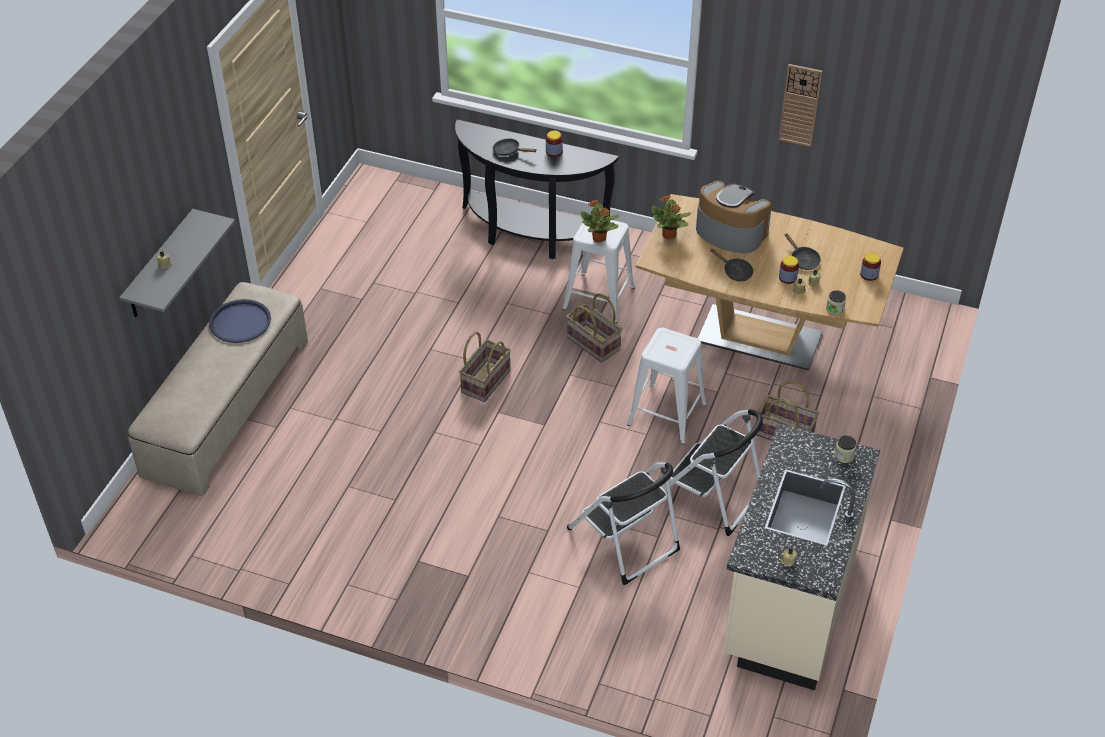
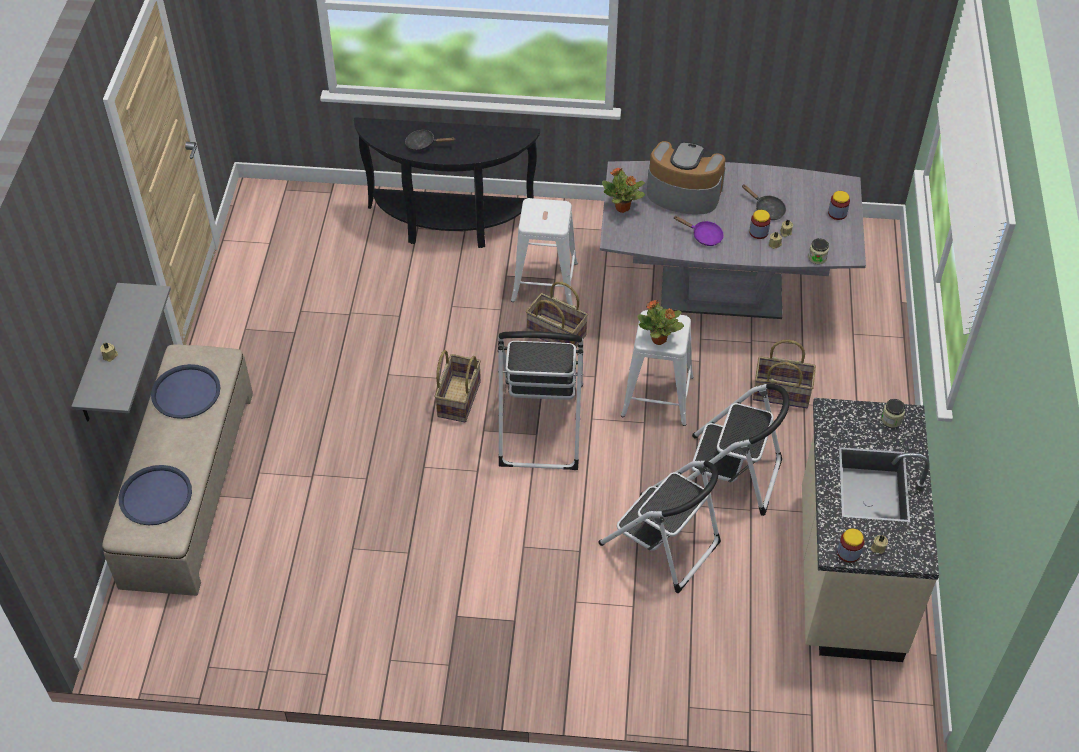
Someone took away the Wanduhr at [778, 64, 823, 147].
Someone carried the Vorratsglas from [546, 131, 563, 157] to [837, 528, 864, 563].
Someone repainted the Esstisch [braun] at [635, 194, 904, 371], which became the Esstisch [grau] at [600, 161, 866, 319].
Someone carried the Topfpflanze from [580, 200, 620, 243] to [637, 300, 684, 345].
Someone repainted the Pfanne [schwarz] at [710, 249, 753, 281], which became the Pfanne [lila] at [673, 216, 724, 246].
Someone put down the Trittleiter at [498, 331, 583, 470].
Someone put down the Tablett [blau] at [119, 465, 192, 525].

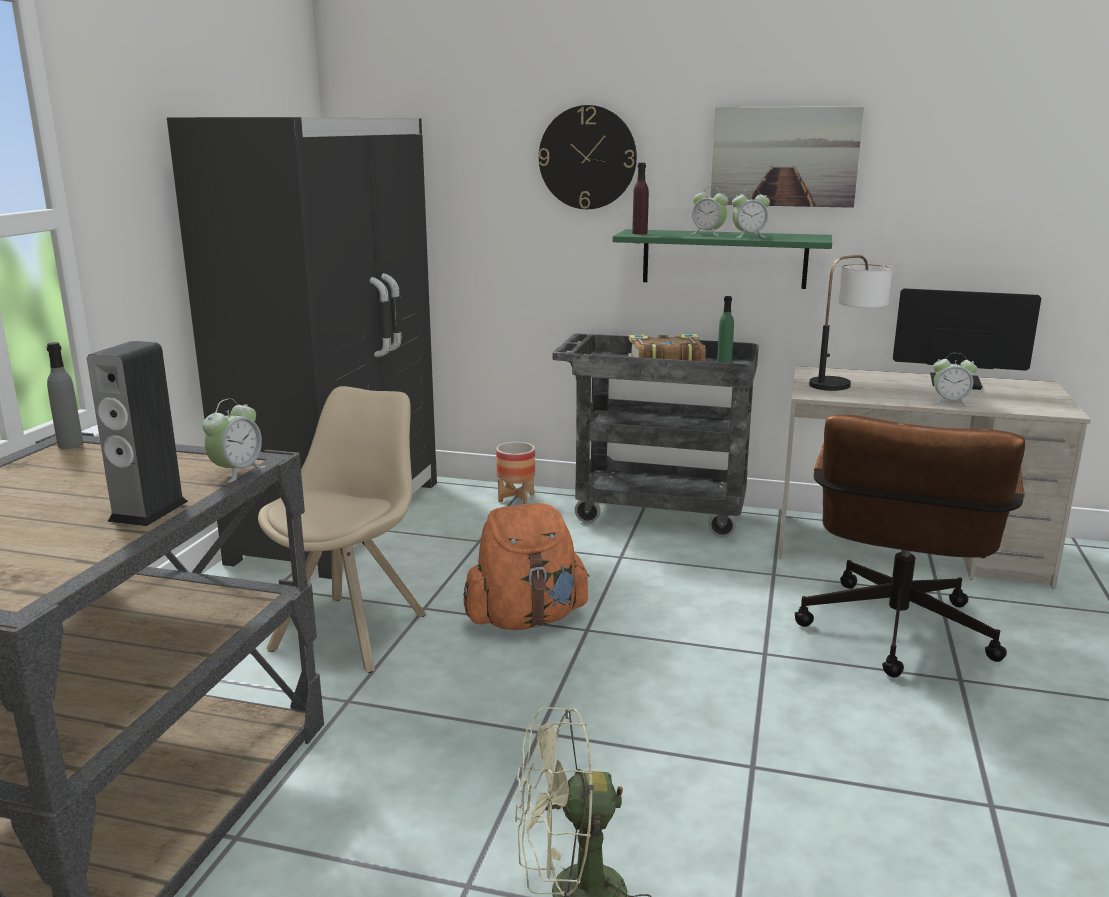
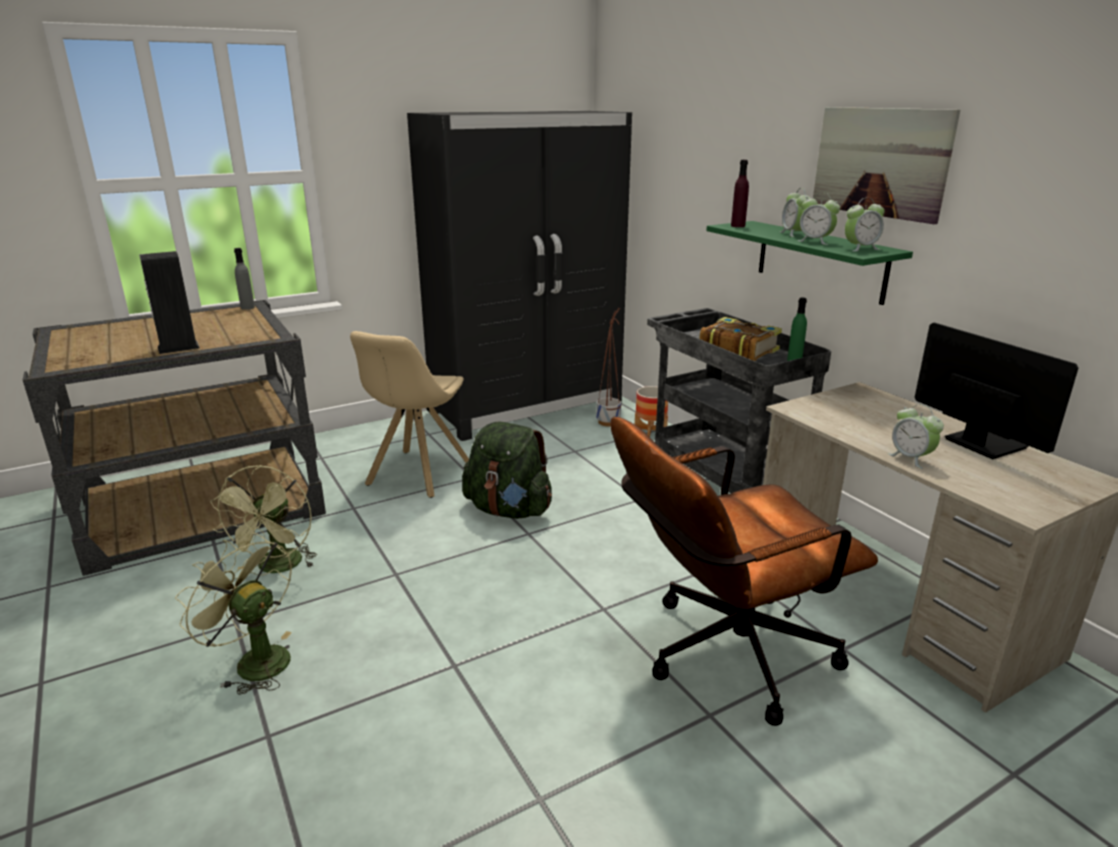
Someone took away the Wanduhr at [539, 105, 637, 209].
Someone took away the Tischlampe at [809, 255, 893, 391].
Someone rotated the Stuhl [beige] at [258, 386, 427, 673] by 135 degrees clockwise.
Someone carried the Wecker from [202, 399, 266, 483] to [845, 198, 885, 252].
Someone repainted the Rucksack [orange] at [463, 503, 590, 630], which became the Rucksack [grün] at [462, 422, 552, 519].
Someone put down the Pflanzkübel at [596, 307, 621, 427].
Someone put down the Ventilator [grün] at [210, 465, 317, 573].

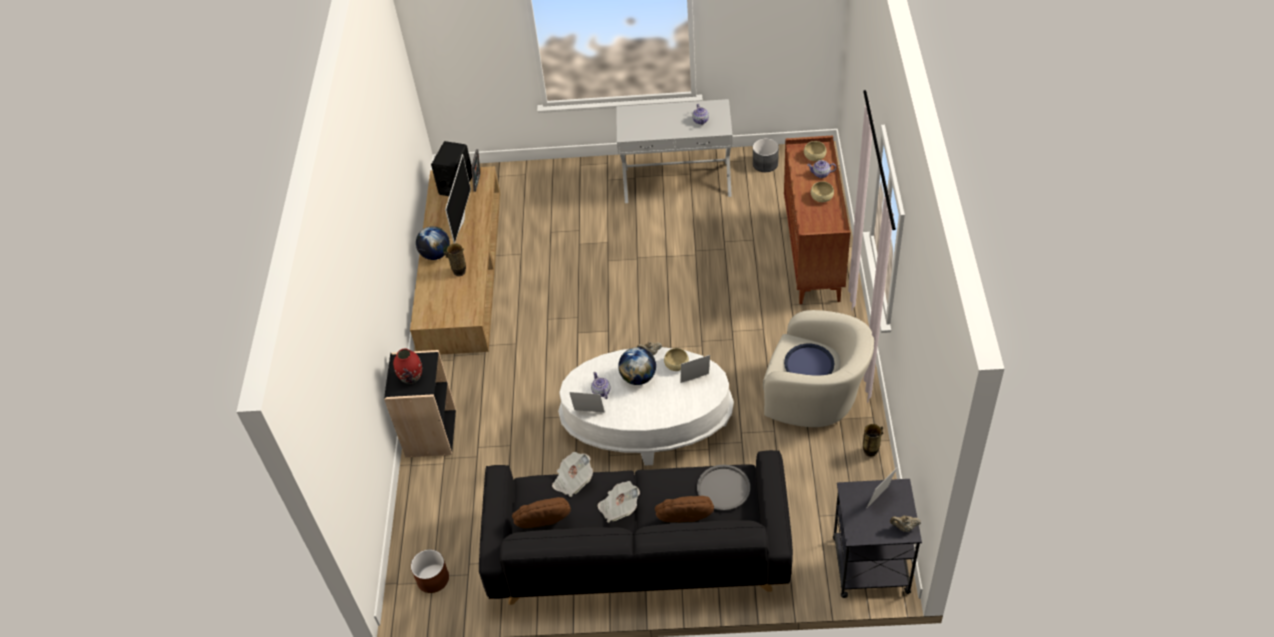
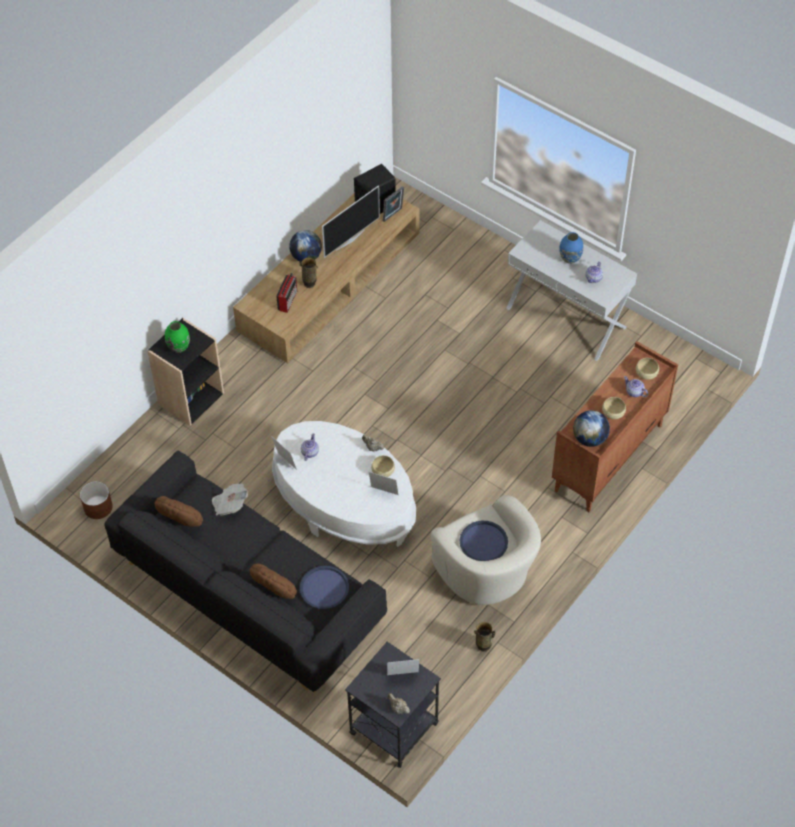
Someone took away the Pflanzkübel [grau] at [753, 138, 779, 172].
Someone carried the Globus from [618, 347, 656, 385] to [573, 410, 610, 447].
Someone repainted the Vase [rot] at [393, 348, 422, 384], which became the Vase [grün] at [165, 321, 190, 353].
Someone repainted the Tablett [grau] at [697, 464, 750, 511], which became the Tablett [blau] at [300, 566, 349, 609].
Someone took away the Zeitung at [597, 481, 640, 523].
Someone put down the Vase [blau] at [559, 232, 583, 264].
Someone put down the Radio at [276, 273, 297, 313].

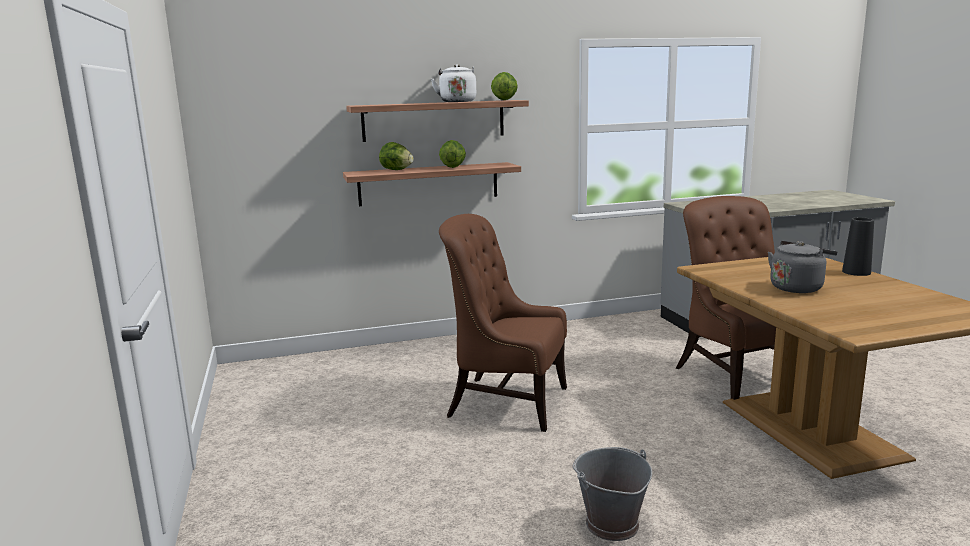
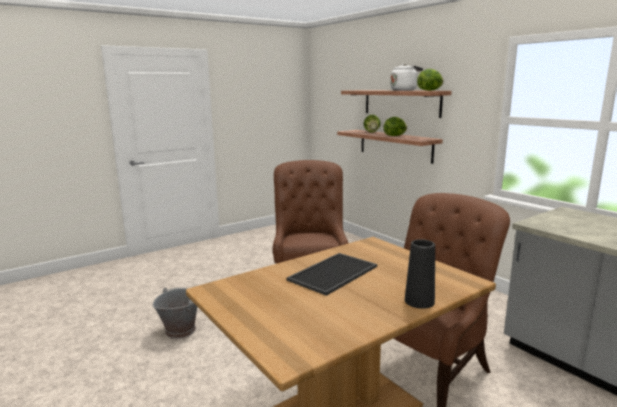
Someone swapped the Wasserkessel [grau] at [768, 241, 838, 293] for the Tablett at [287, 253, 377, 296].

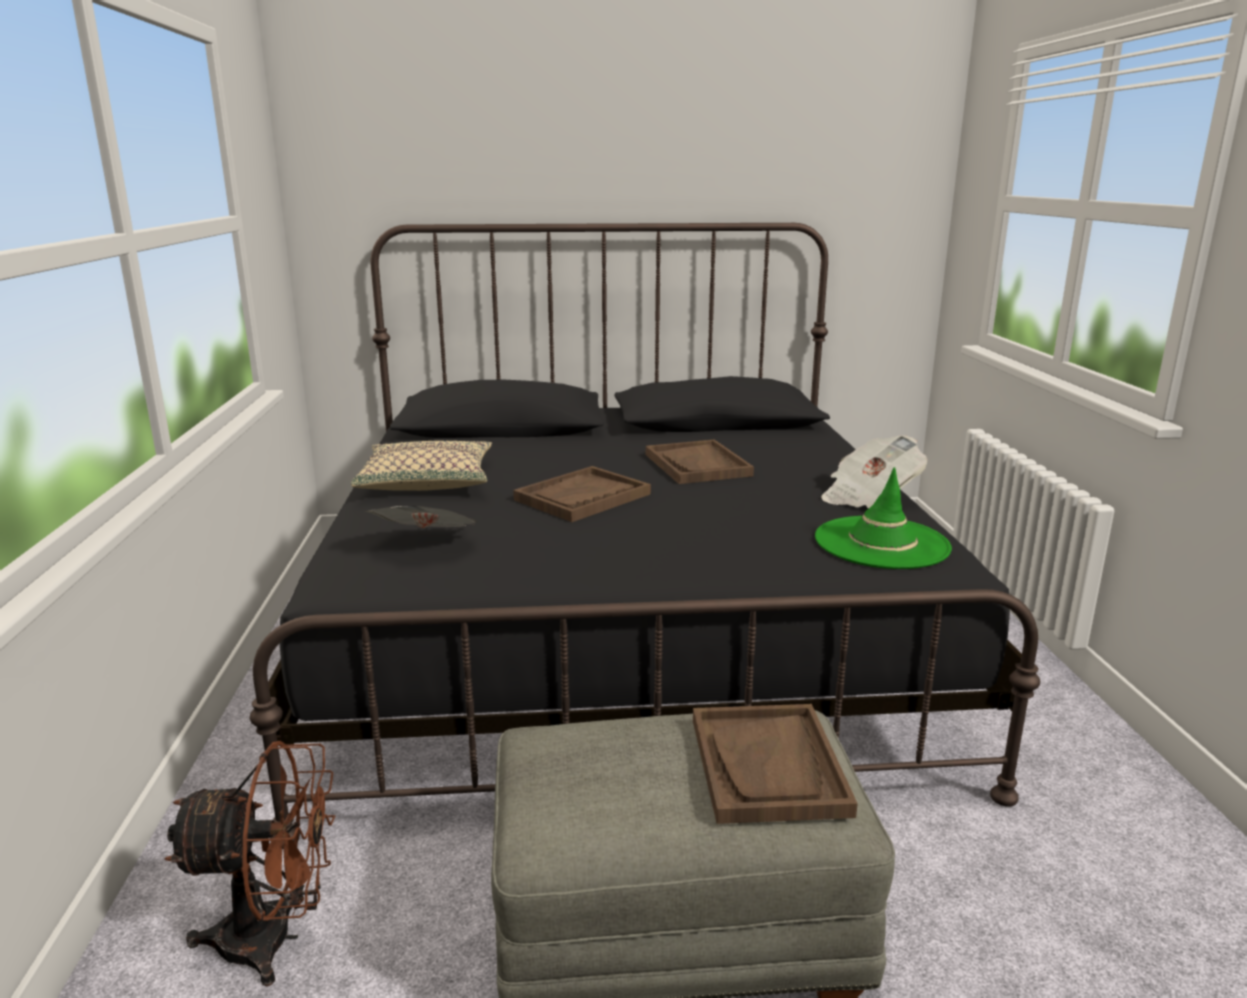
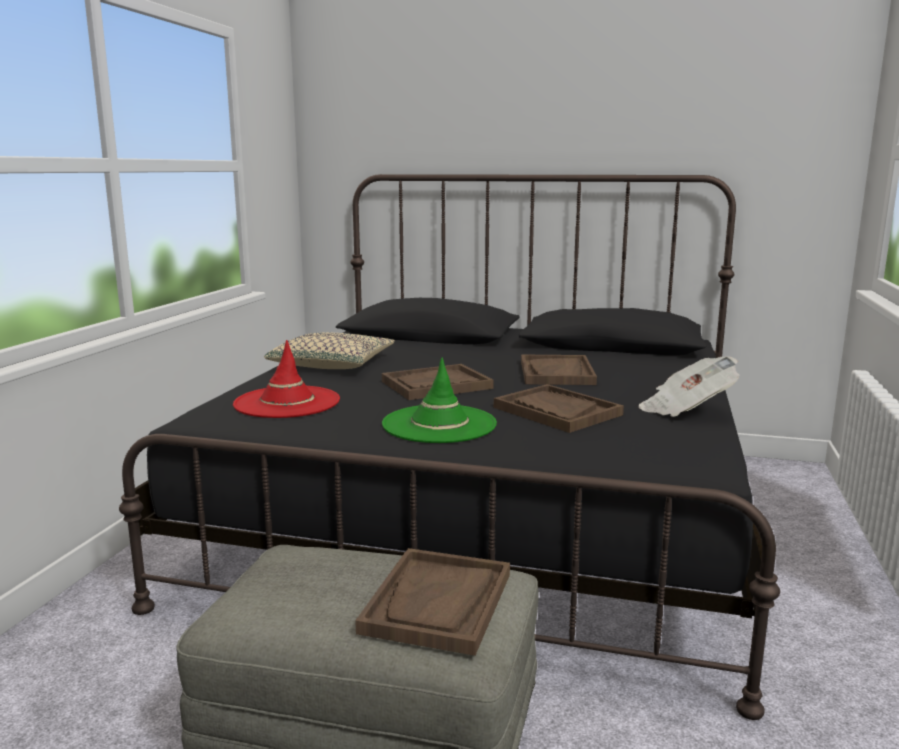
Someone carried the Hut [grün] from [815, 467, 952, 569] to [382, 358, 497, 443].
Someone swapped the Zeitung at [365, 506, 476, 528] for the Hut [rot] at [233, 340, 340, 418].
Someone took away the Ventilator [braun] at [164, 741, 335, 987].
Someone put down the Tablett [braun] at [494, 384, 624, 433].

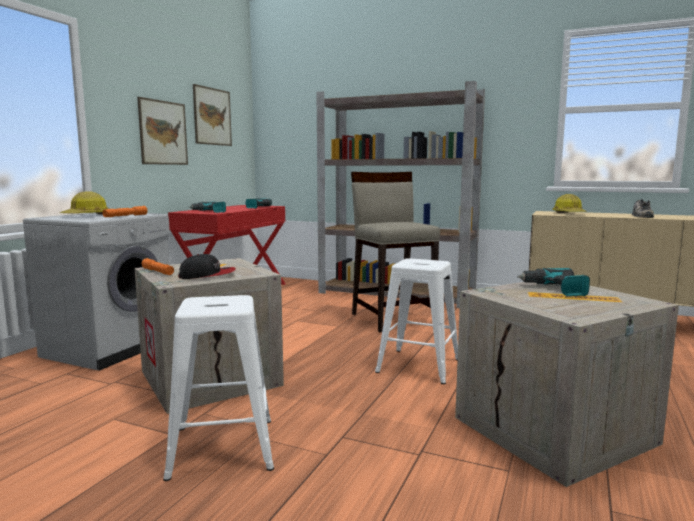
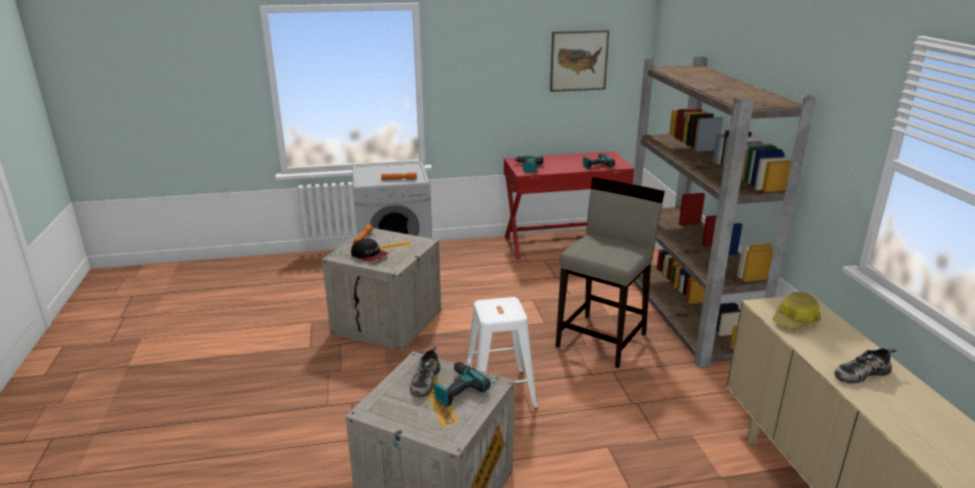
Someone took away the Bild at [137, 97, 188, 165].
Someone took away the Schutzhelm at [60, 191, 108, 215].
Someone took away the Hocker [weiß] at [163, 295, 274, 481].
Someone put down the Schuh at [410, 346, 440, 397].

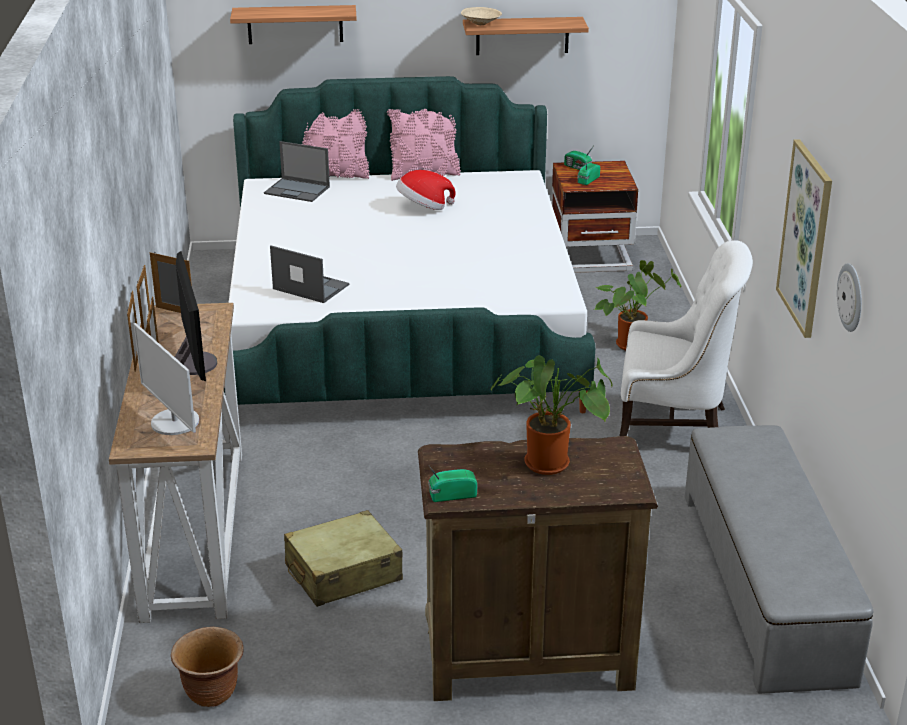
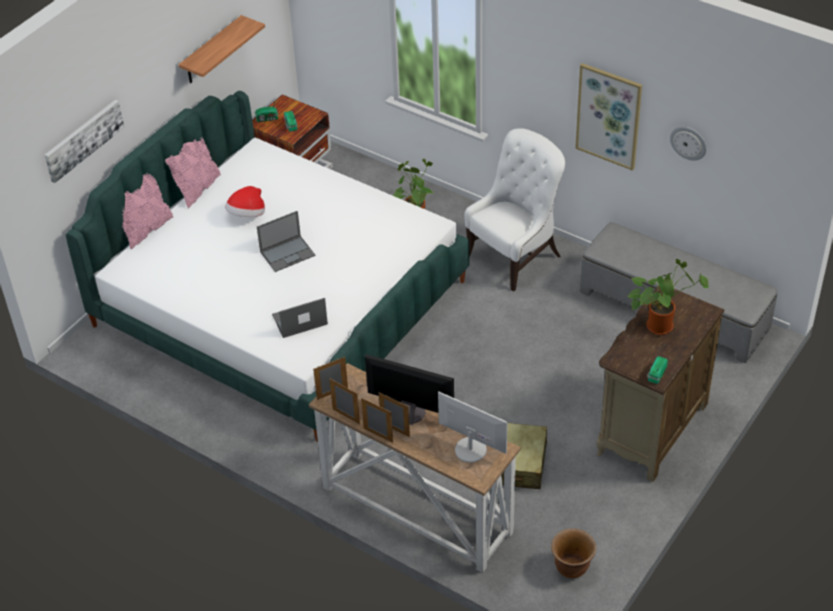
Someone swapped the Wandregal at [230, 5, 357, 44] for the Bild at [45, 100, 124, 183].
Someone took away the Schüssel [beige] at [461, 7, 502, 25].
Someone carried the Laptop from [264, 141, 330, 202] to [257, 211, 315, 272].
Someone rotated the Monitor at [133, 323, 199, 435] by 150 degrees counterclockwise.

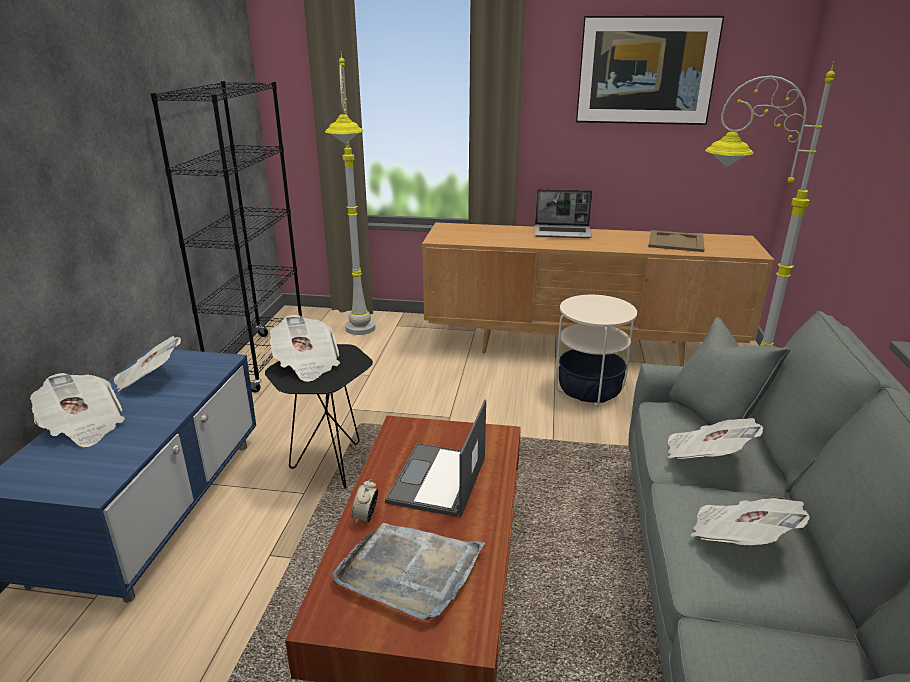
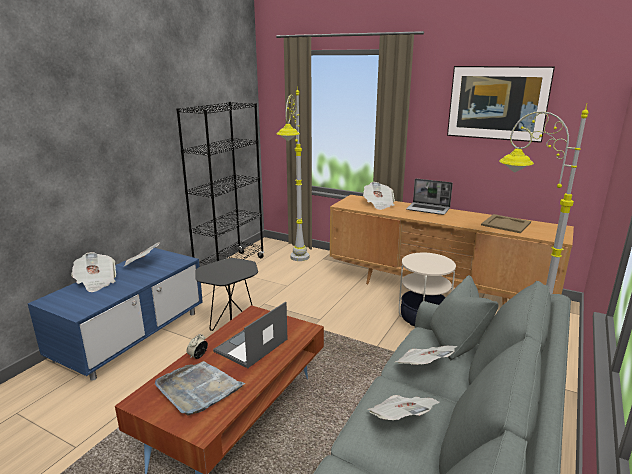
Someone carried the Zeitung from [270, 315, 340, 382] to [363, 182, 395, 210].

